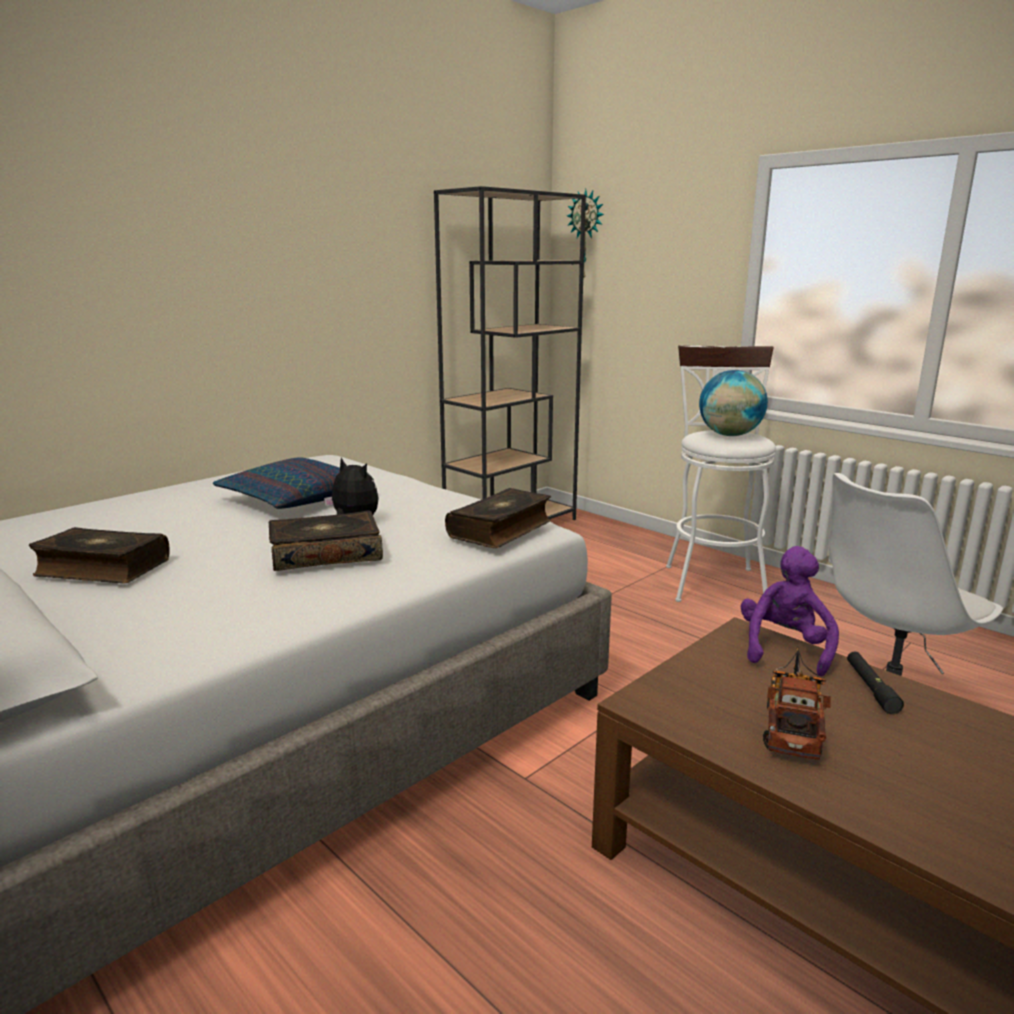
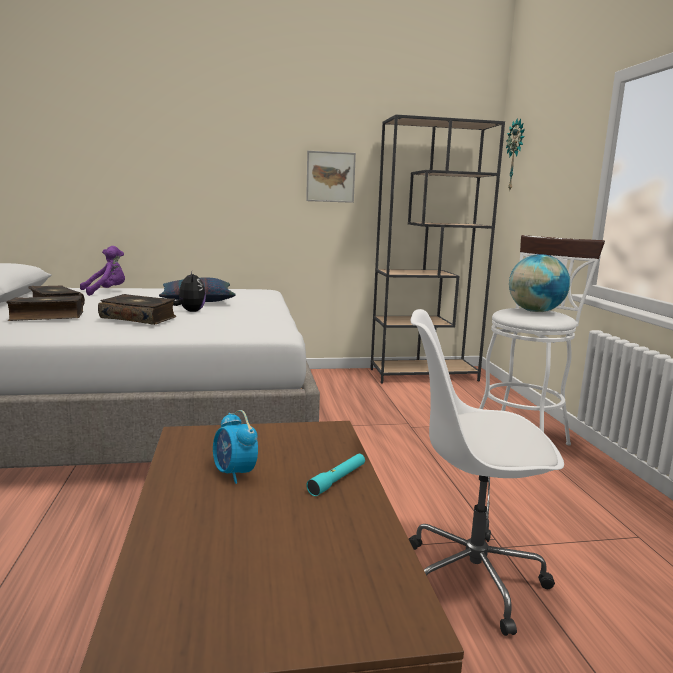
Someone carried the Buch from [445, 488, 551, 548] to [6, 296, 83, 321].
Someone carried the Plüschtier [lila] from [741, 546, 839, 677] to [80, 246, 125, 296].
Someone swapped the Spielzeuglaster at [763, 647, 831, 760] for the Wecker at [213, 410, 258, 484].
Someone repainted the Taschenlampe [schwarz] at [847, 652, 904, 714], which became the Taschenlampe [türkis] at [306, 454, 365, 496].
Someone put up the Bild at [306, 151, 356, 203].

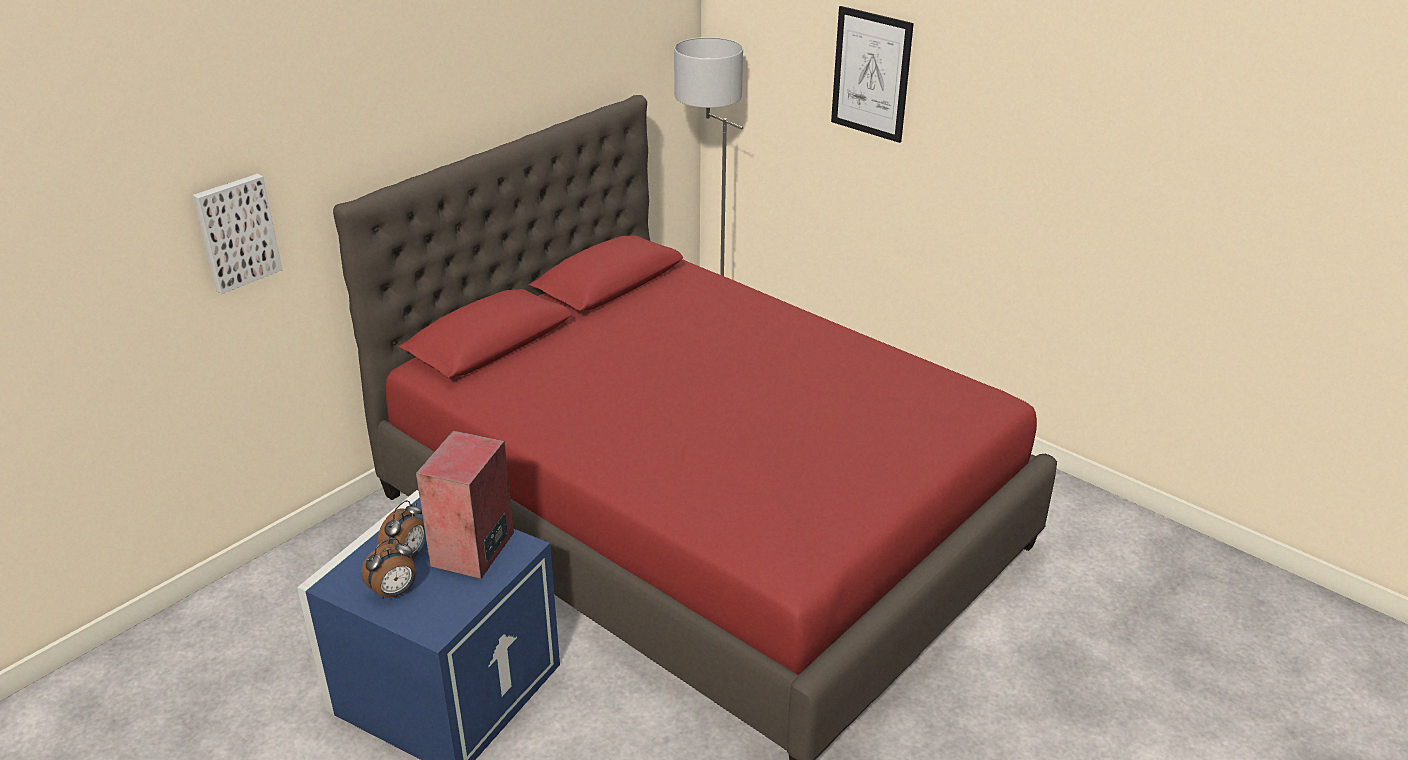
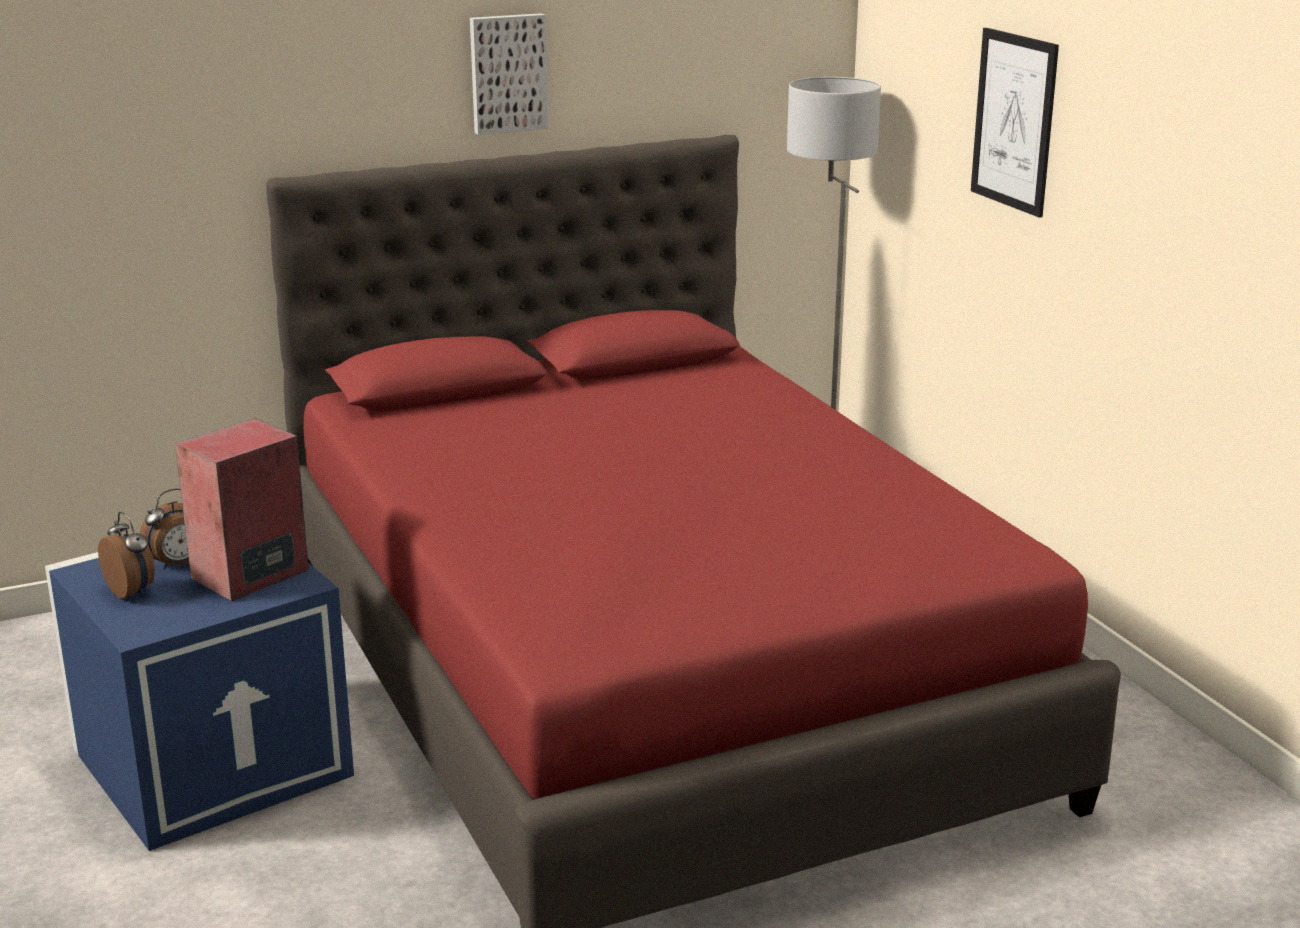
Someone carried the Bild from [193, 174, 282, 294] to [470, 13, 548, 135].
Someone rotated the Wecker at [361, 538, 416, 599] by 120 degrees counterclockwise.

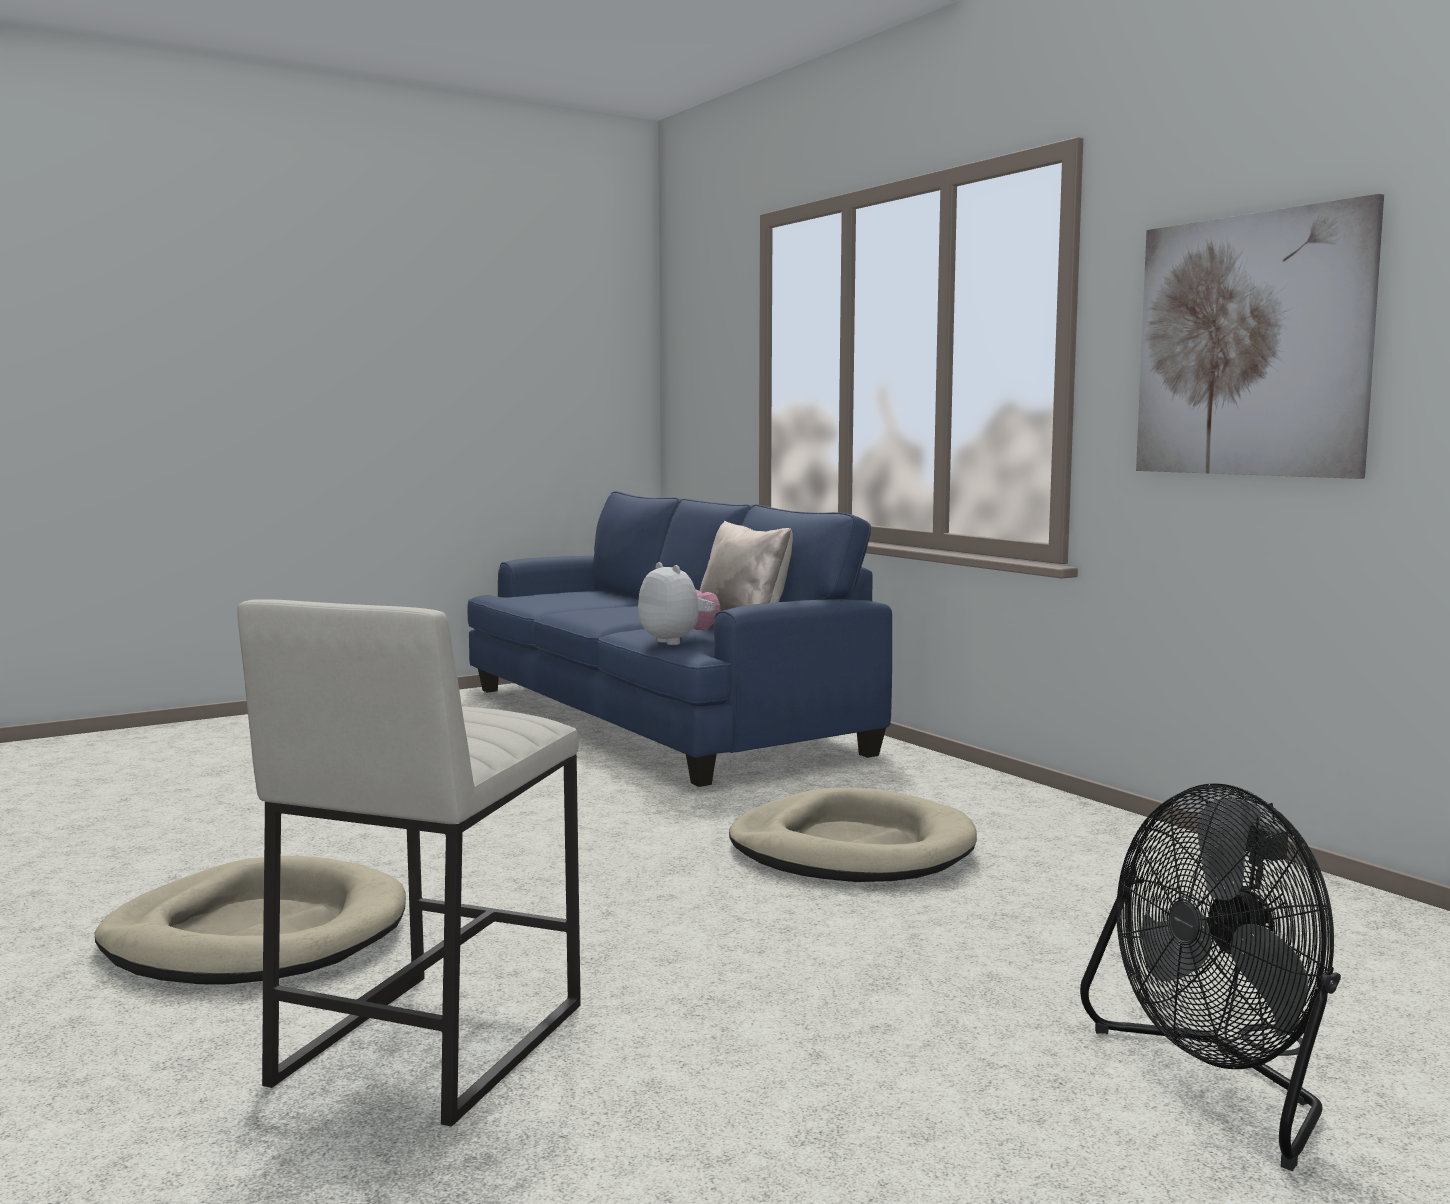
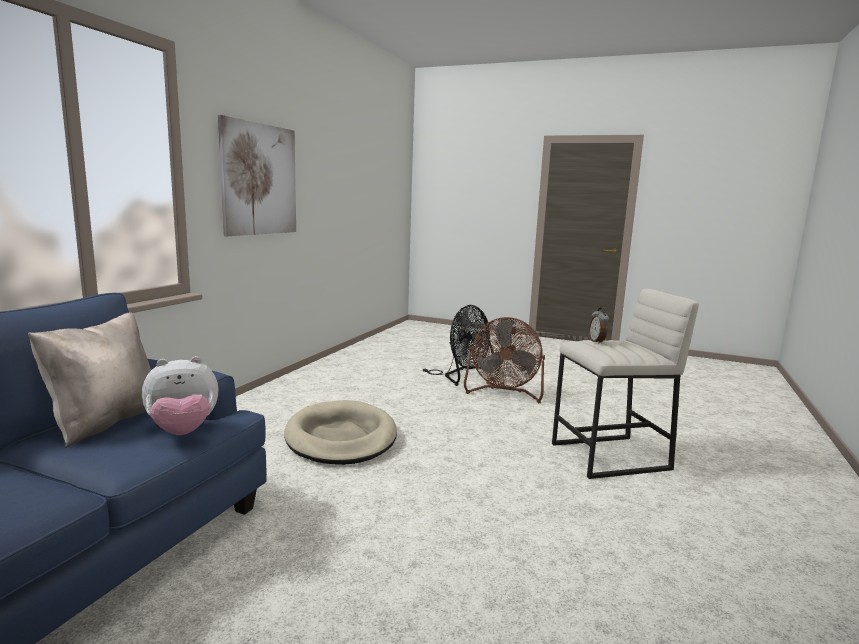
Someone rotated the Plüschtier at [638, 562, 720, 645] by 135 degrees counterclockwise.
Someone took away the Hundebett [beige] at [95, 856, 406, 985].
Someone put down the Wecker at [589, 307, 609, 344].
Someone put down the Ventilator [braun] at [464, 317, 545, 403].

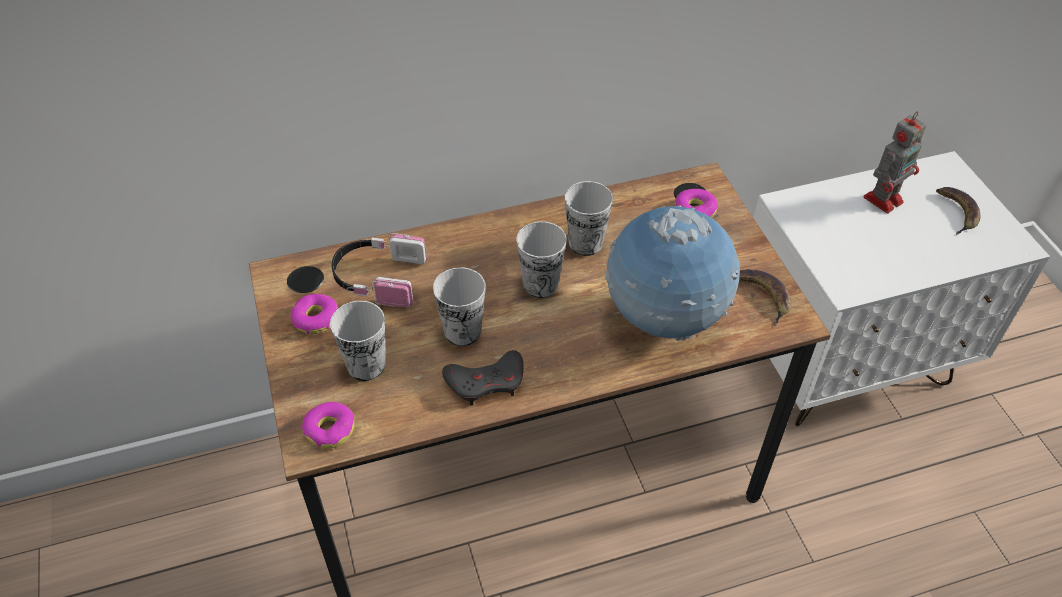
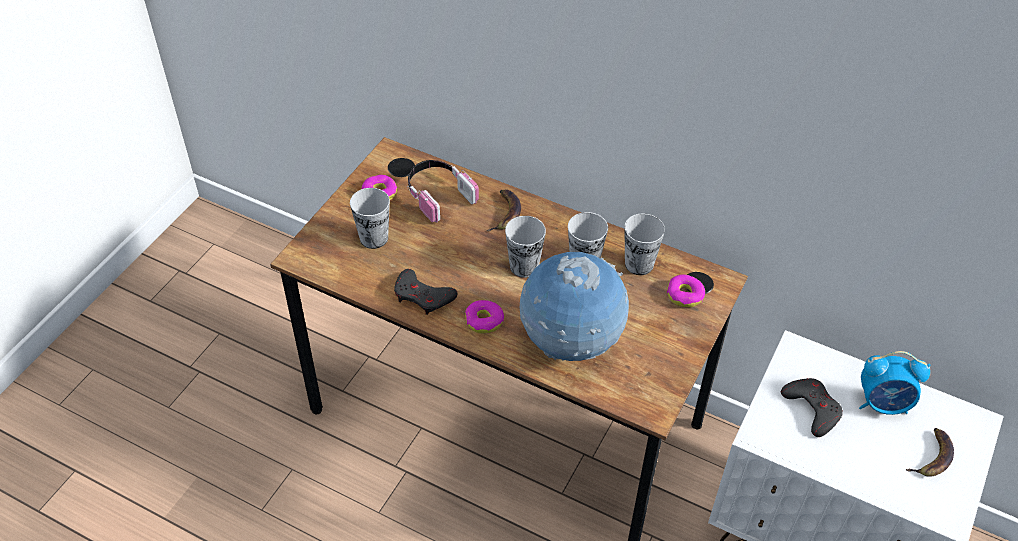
Someone swapped the Spielzeugroboter at [864, 111, 927, 213] for the Wecker at [859, 351, 930, 415].
Someone carried the Tasse from [433, 267, 486, 346] to [624, 214, 665, 275].
Someone carried the Banane from [739, 269, 792, 326] to [486, 189, 521, 231].
Someone carried the Donut from [302, 402, 354, 449] to [465, 300, 504, 334].
Someone put down the Gamepad [grau] at [781, 378, 843, 437].

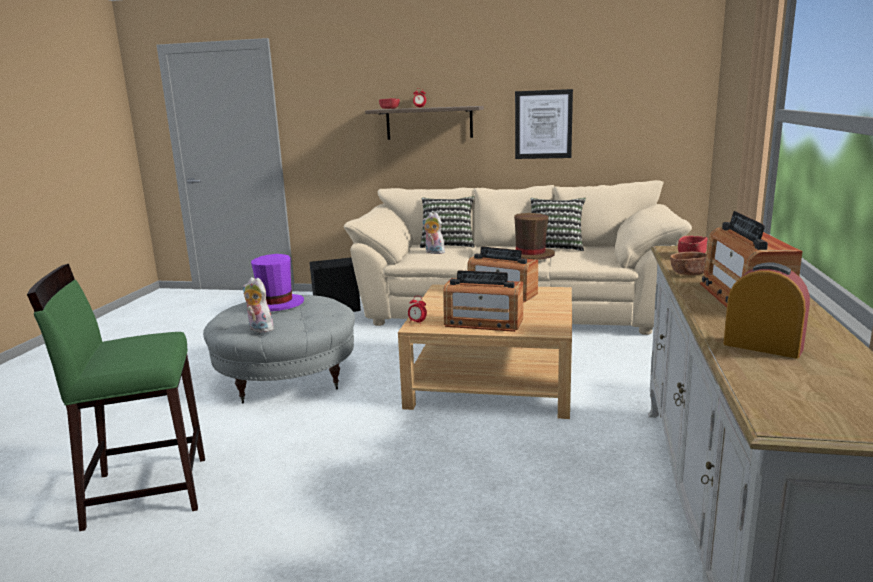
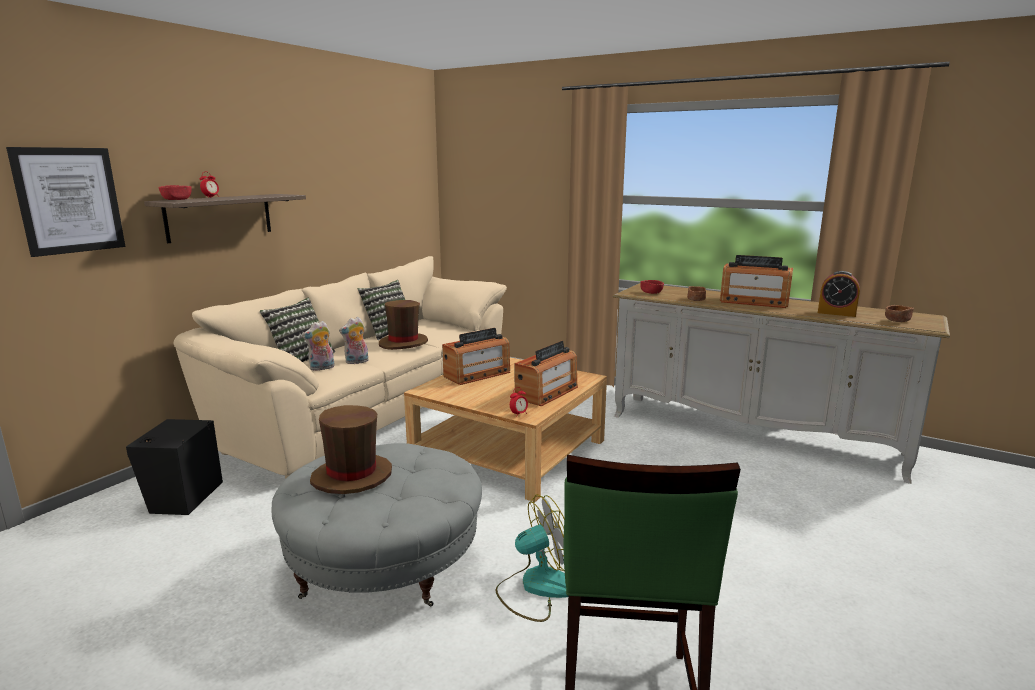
Someone carried the Bild from [515, 89, 573, 159] to [6, 147, 125, 257].
Someone repainted the Hut [lila] at [251, 254, 304, 311], which became the Hut [braun] at [310, 405, 392, 494].
Someone rotated the Wecker at [723, 262, 810, 359] by 120 degrees counterclockwise.
Someone carried the Plüschtier from [243, 277, 274, 333] to [339, 317, 369, 364].
Someone put down the Schüssel [braun] at [885, 305, 914, 322].
Someone put down the Ventilator at [495, 494, 568, 622].

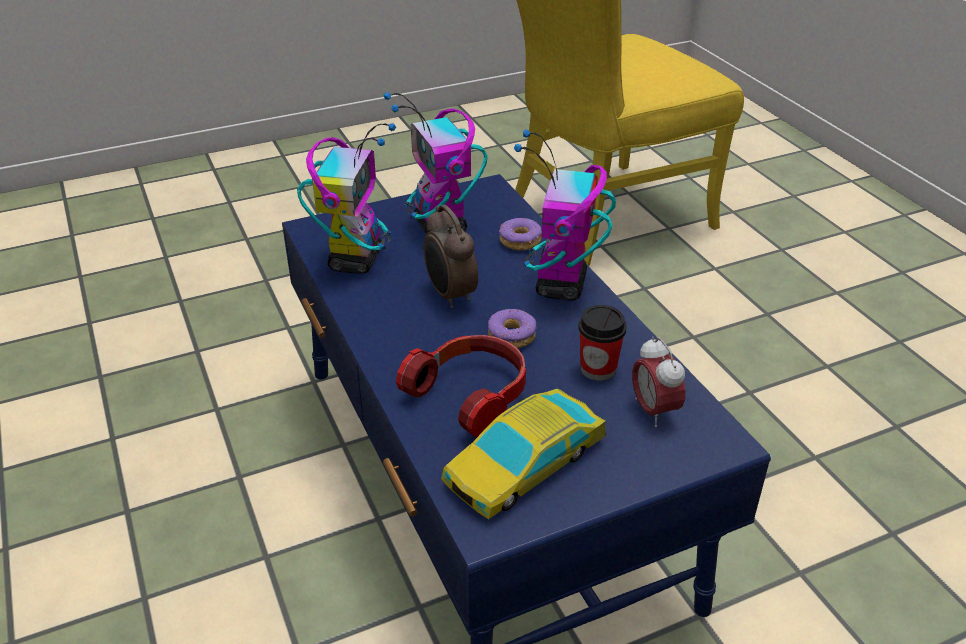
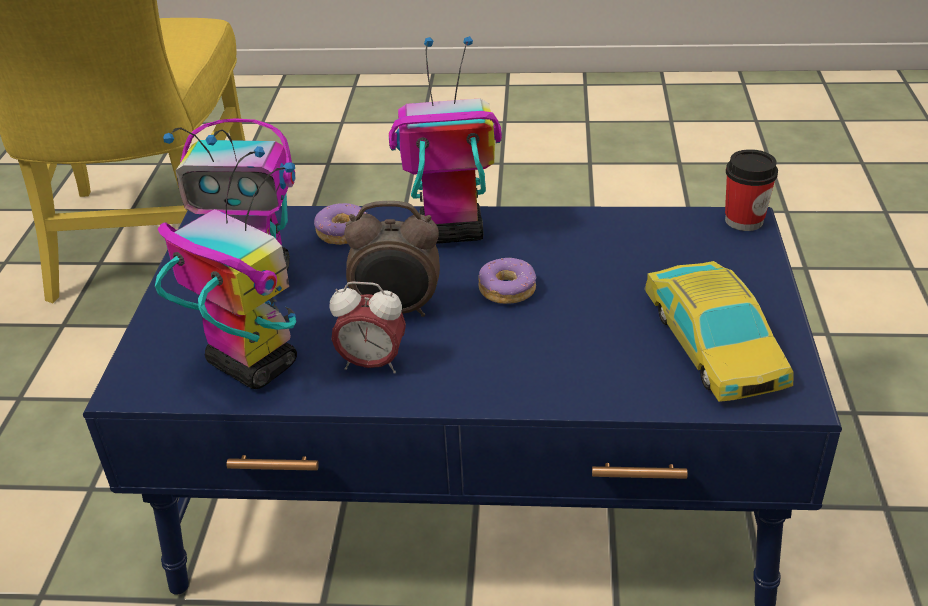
Someone rotated the Spielzeugroboter at [514, 129, 616, 301] by 135 degrees clockwise.
Someone carried the Tasse from [578, 305, 627, 381] to [725, 149, 778, 231].
Someone took away the Kopfhörer at [396, 335, 526, 437].
Someone carried the Wecker from [632, 337, 685, 427] to [329, 281, 406, 373].

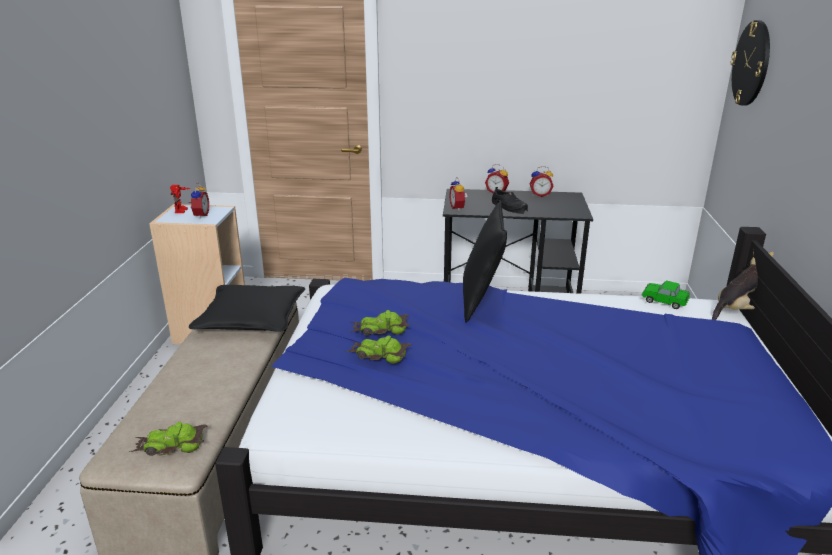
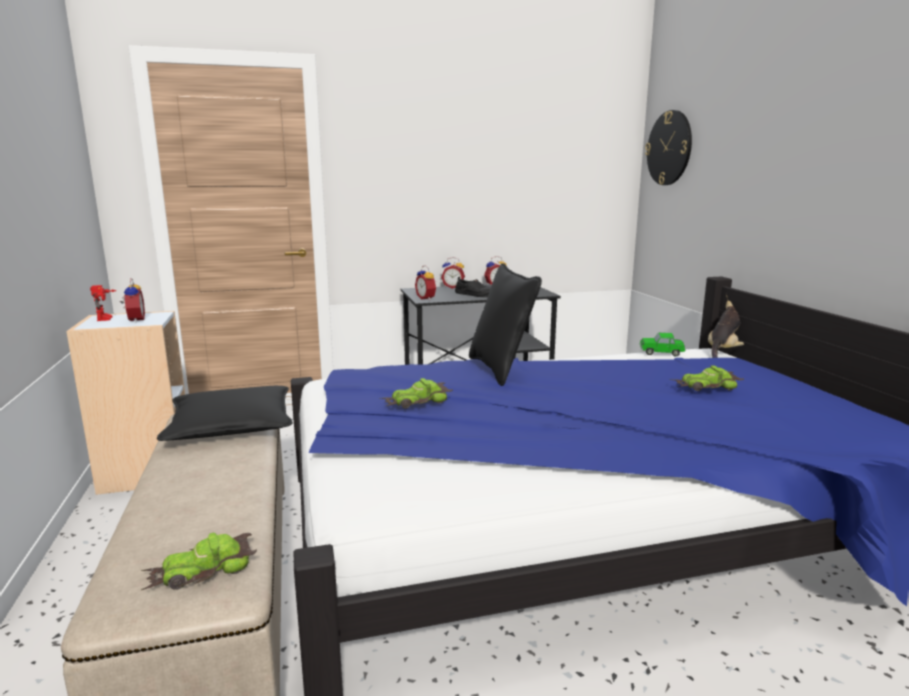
Someone carried the Spielzeugauto from [346, 335, 412, 364] to [675, 365, 744, 391].

